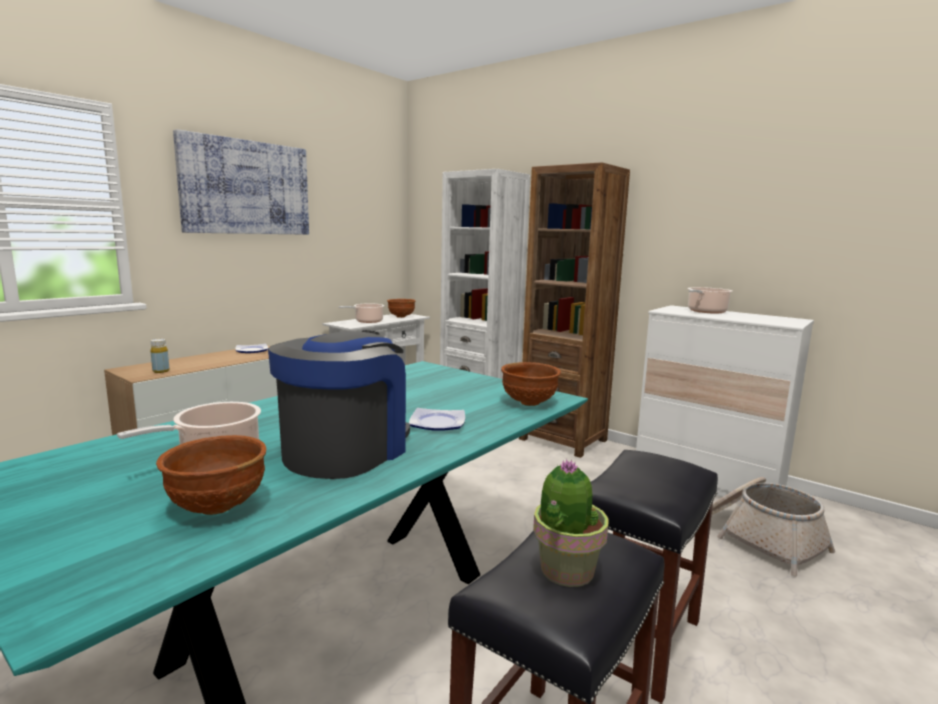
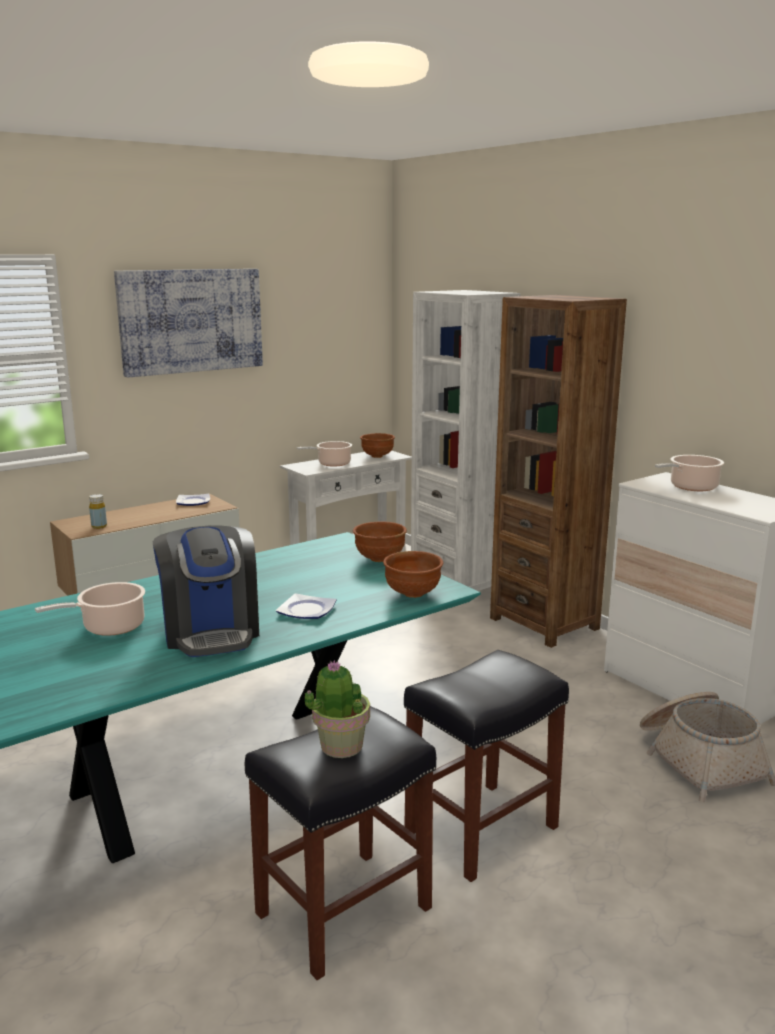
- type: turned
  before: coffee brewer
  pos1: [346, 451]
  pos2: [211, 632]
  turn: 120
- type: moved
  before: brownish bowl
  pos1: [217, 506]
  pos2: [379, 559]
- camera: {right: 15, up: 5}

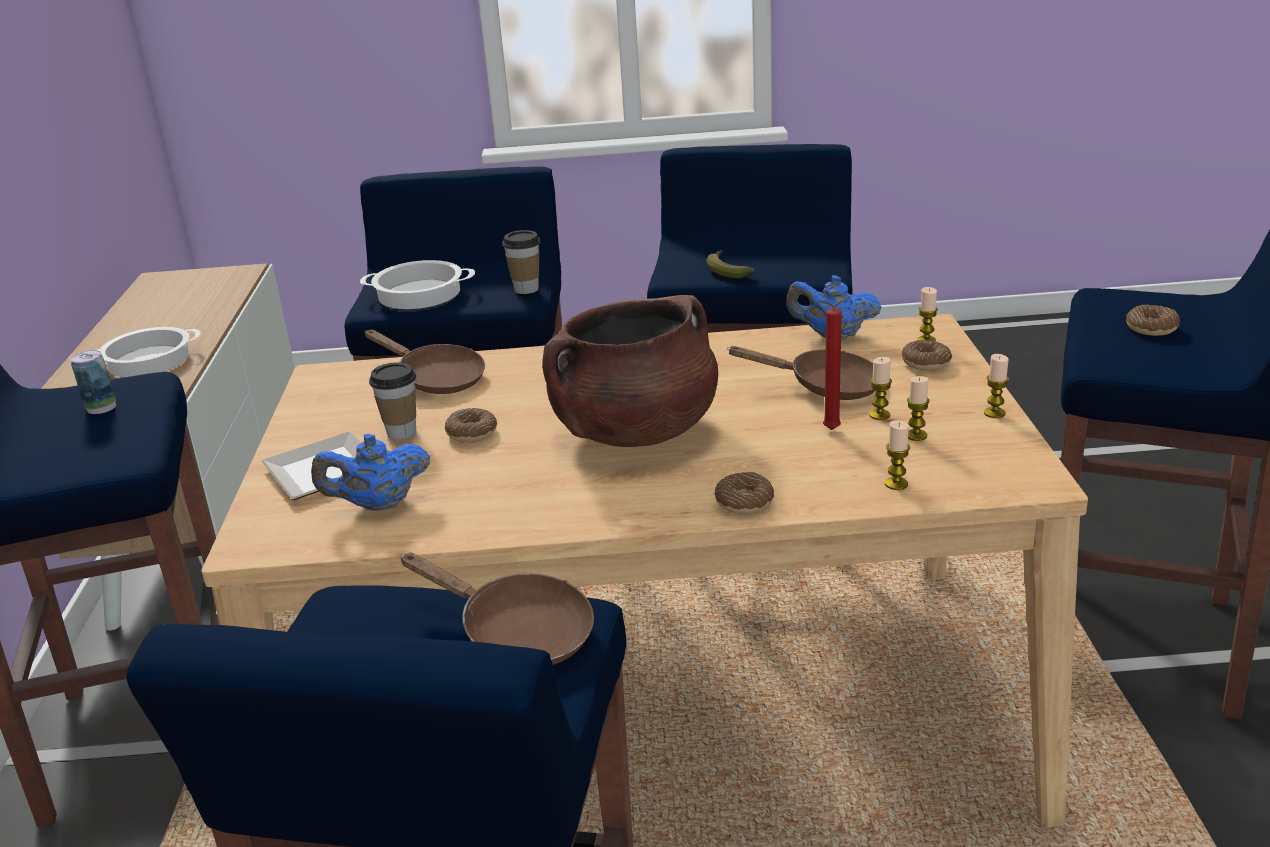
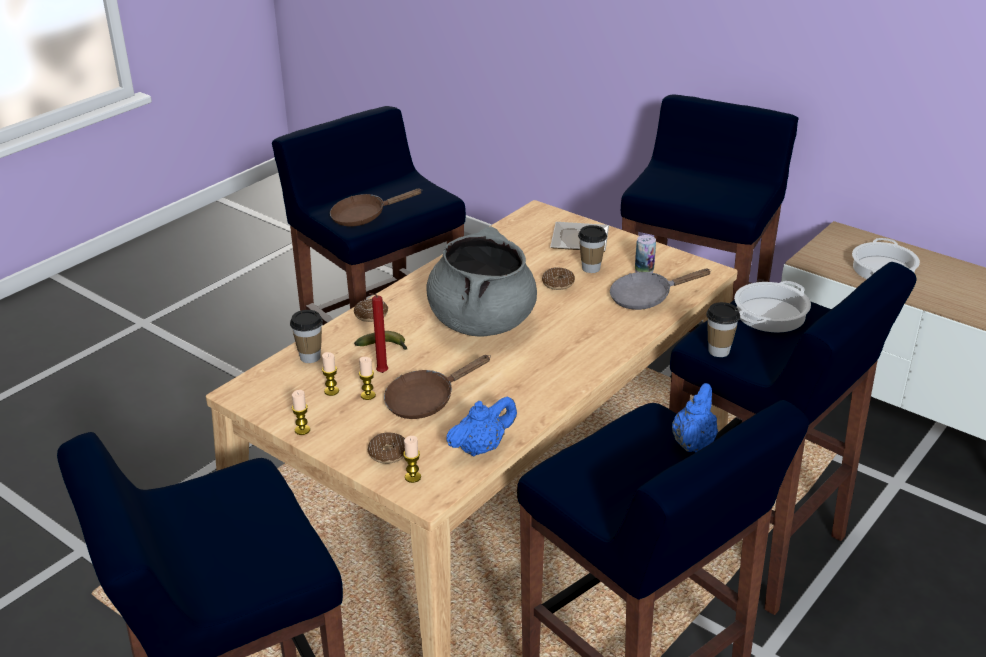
- type: replaced
  before: wax light
  after: drinking cup
  pos1: [896, 484]
  pos2: [310, 357]
- type: moved
  before: banana
  pos1: [727, 270]
  pos2: [385, 347]
- type: recoloured
  before: brownish stockpot
  after: gray stockpot
  pos1: [635, 431]
  pos2: [482, 322]
- type: recoloured
  before: brownish pan
  after: gray pan
  pos1: [436, 379]
  pos2: [646, 298]
- type: moved
  before: sealed can
  pos1: [101, 407]
  pos2: [644, 271]
- type: moved
  before: bluish teapot
  pos1: [379, 505]
  pos2: [693, 442]
- type: removed
  before: ring doughnut
  pos1: [1151, 328]
- camera: {right: 130, up: 5}

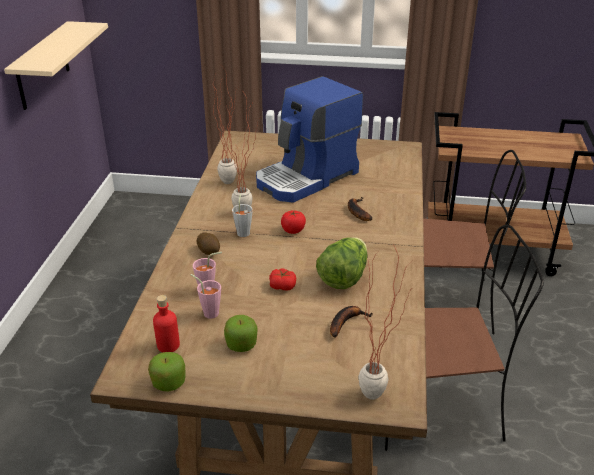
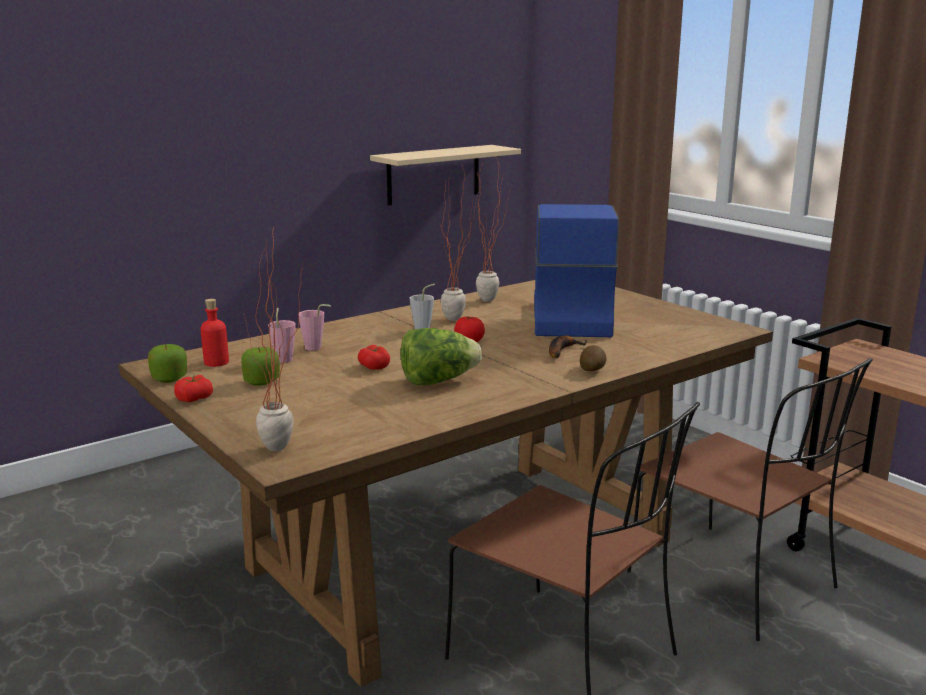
- type: added
  after: tomato
  pos2: [194, 398]
- type: turned
  before: coffee brewer
  pos1: [307, 178]
  pos2: [569, 318]
  turn: 90
- type: moved
  before: spud
  pos1: [209, 251]
  pos2: [592, 370]
- type: removed
  before: banana
  pos1: [346, 322]
- camera: {right: 45, up: -15}

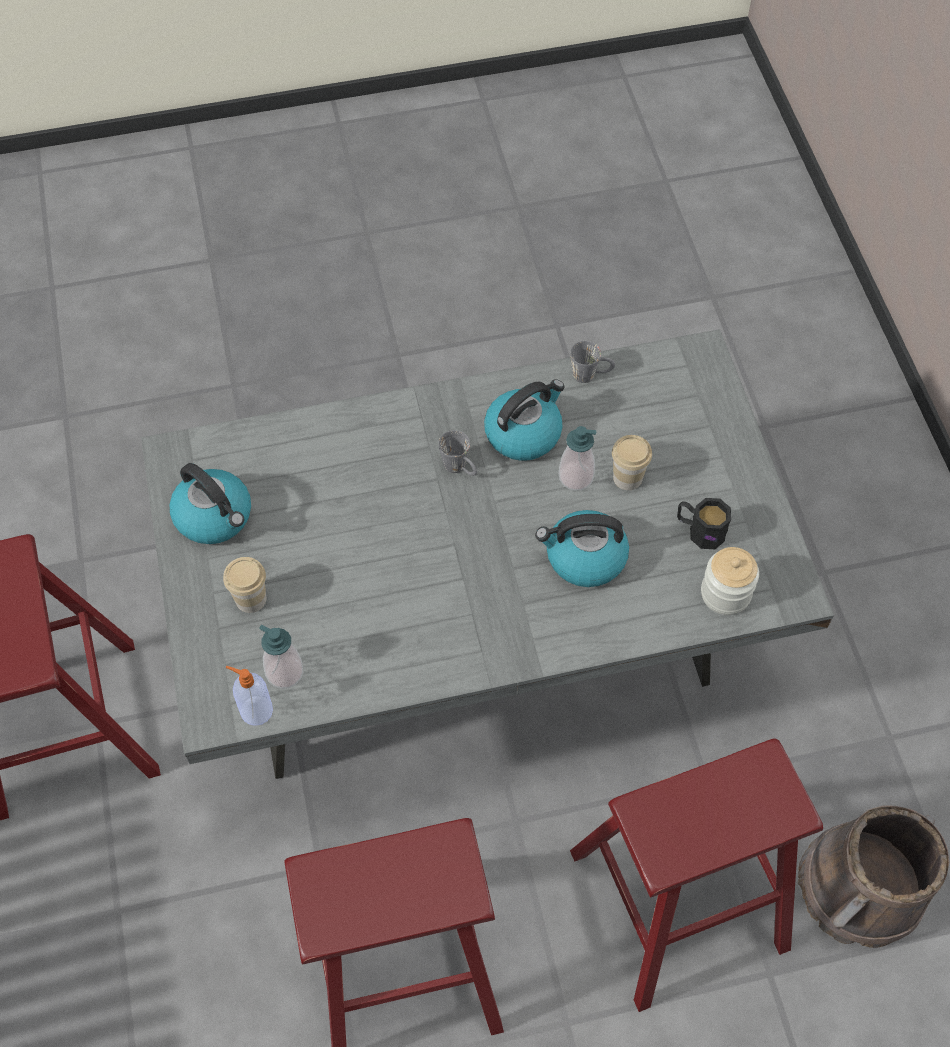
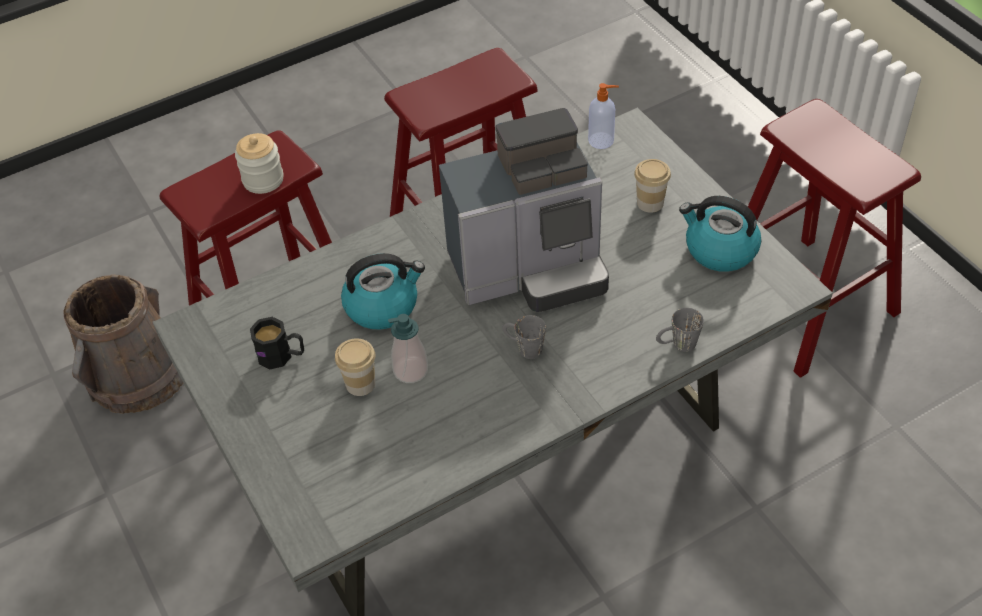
- type: moved
  before: preserve jar
  pos1: [725, 593]
  pos2: [263, 180]
- type: added
  after: coffee brewer
  pos2: [530, 269]
- type: moved
  before: gray tea mug
  pos1: [591, 374]
  pos2: [677, 345]
- type: removed
  before: soap dispenser
  pos1: [284, 672]
- type: removed
  before: kettle
  pos1: [524, 433]
- camera: {right: 165, up: -10}

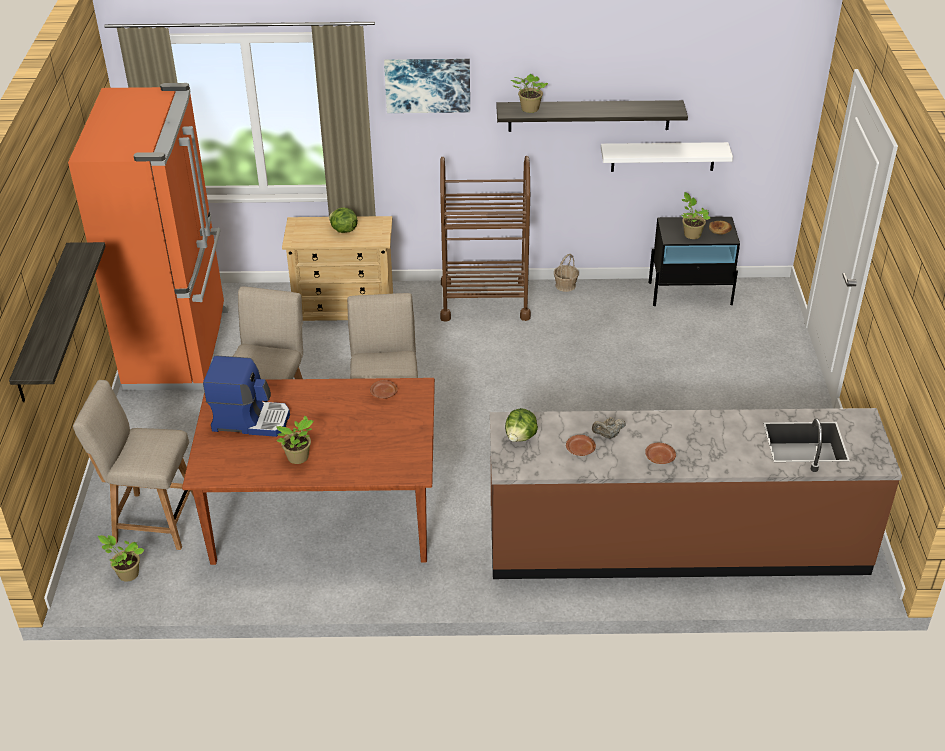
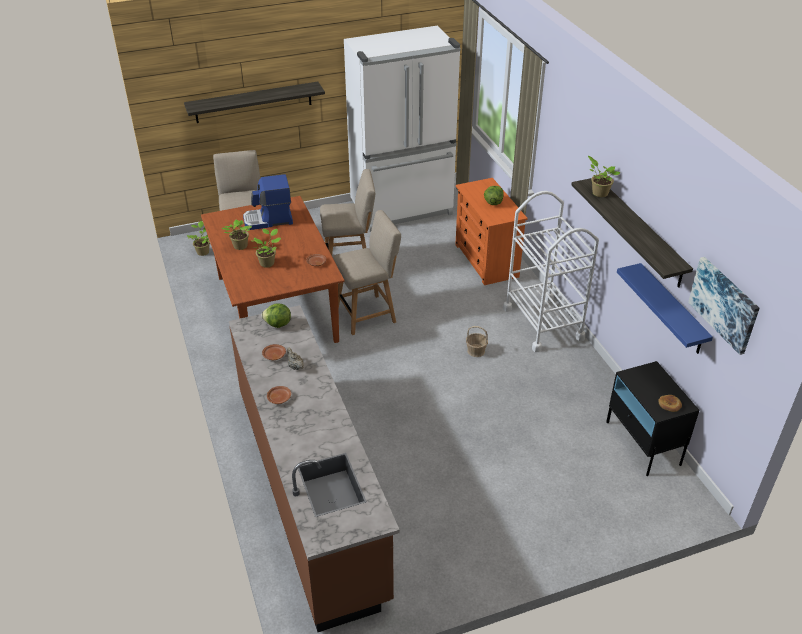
- type: turned
  before: coffee brewer
  pos1: [251, 419]
  pos2: [268, 220]
  turn: 90
- type: moved
  before: potted plant
  pos1: [691, 234]
  pos2: [268, 263]
- type: recoloured
  before: orange fridge
  after: white-coloured fridge
  pos1: [180, 348]
  pos2: [403, 209]
- type: recoloured
  before: sand-coloured drawer chest
  after: orange drawer chest
  pos1: [345, 309]
  pos2: [486, 261]
- type: moved
  before: storage basket
  pos1: [565, 285]
  pos2: [476, 351]
- type: recoloured
  before: brownish cart
  after: white-coloured cart
  pos1: [484, 300]
  pos2: [543, 323]
- type: recoloured
  before: white-coloured shelf
  after: bluish shelf
  pos1: [663, 156]
  pos2: [672, 310]
- type: moved
  before: wall art
  pos1: [427, 84]
  pos2: [724, 304]
- camera: {right: 70, up: 0}

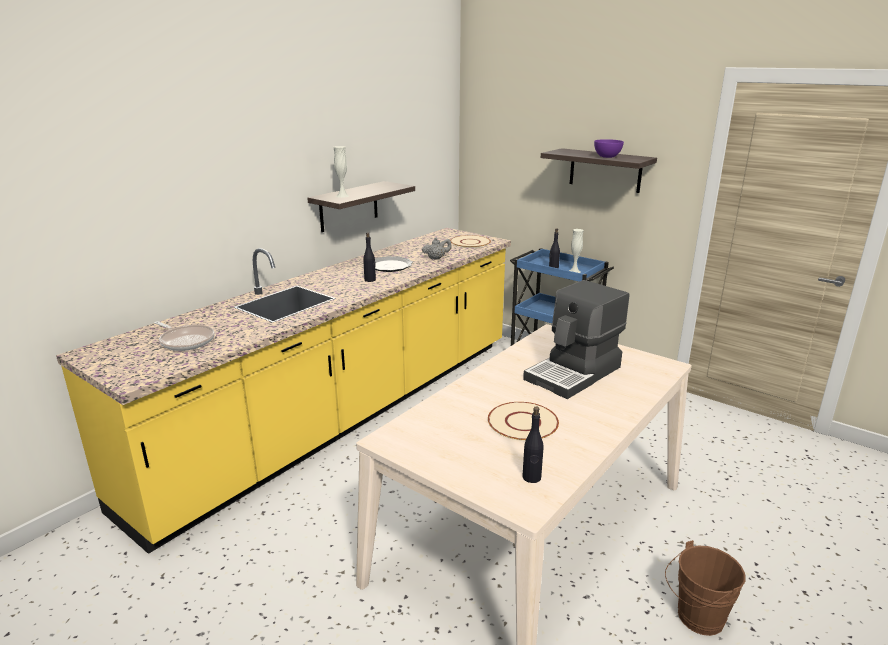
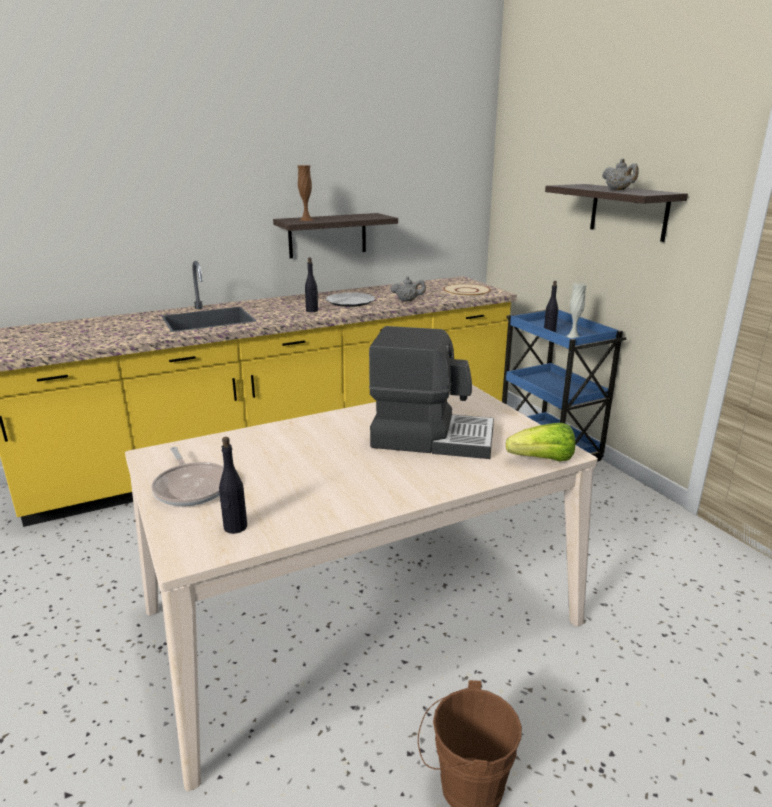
- type: moved
  before: pan
  pos1: [186, 341]
  pos2: [191, 487]
- type: recoloured
  before: white-coloured vase
  after: brownish vase
  pos1: [342, 196]
  pos2: [306, 220]
- type: turned
  before: coffee brewer
  pos1: [574, 373]
  pos2: [432, 437]
  turn: -150
- type: added
  after: head of lettuce
  pos2: [542, 460]
- type: replaced
  before: purple-coloured bowl
  after: gray teapot
  pos1: [607, 157]
  pos2: [618, 190]
- type: removed
  before: sand-coloured dinner plate
  pos1: [523, 423]
- camera: {right: 25, up: 0}

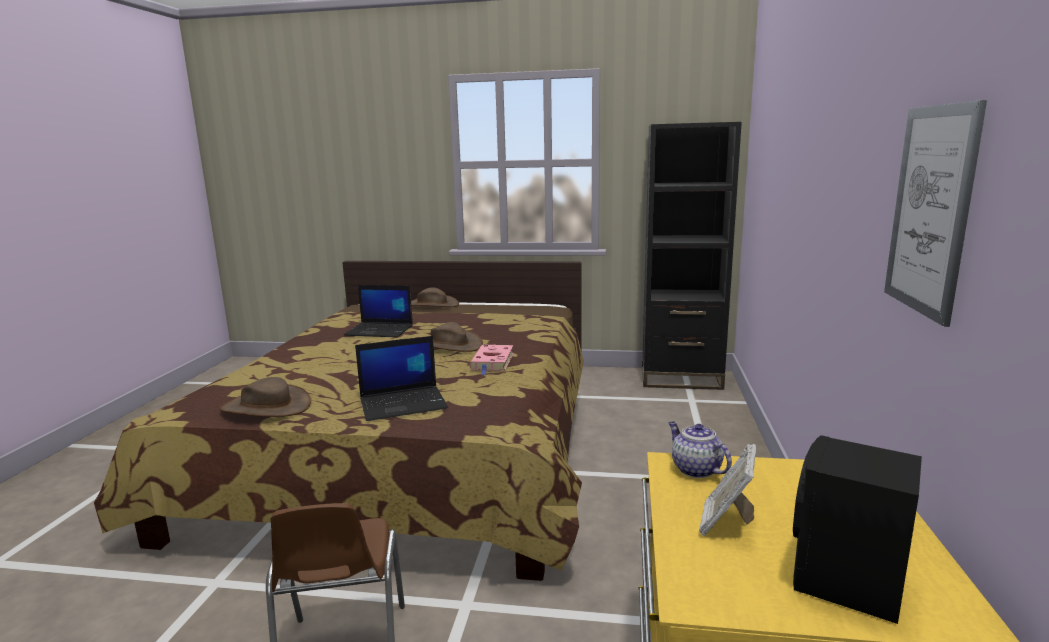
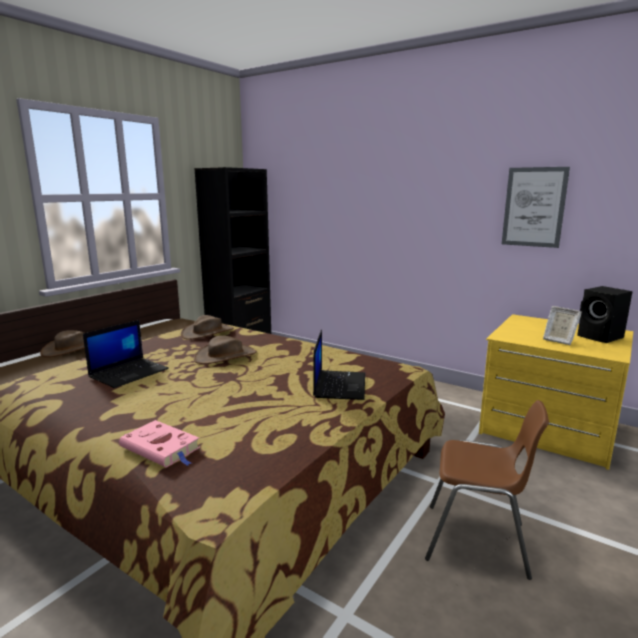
- type: moved
  before: pinkish bound book
  pos1: [492, 362]
  pos2: [162, 448]
- type: moved
  before: brownish clothing hat
  pos1: [266, 407]
  pos2: [207, 332]
- type: removed
  before: teapot
  pos1: [695, 469]
- camera: {right: -65, up: 0}

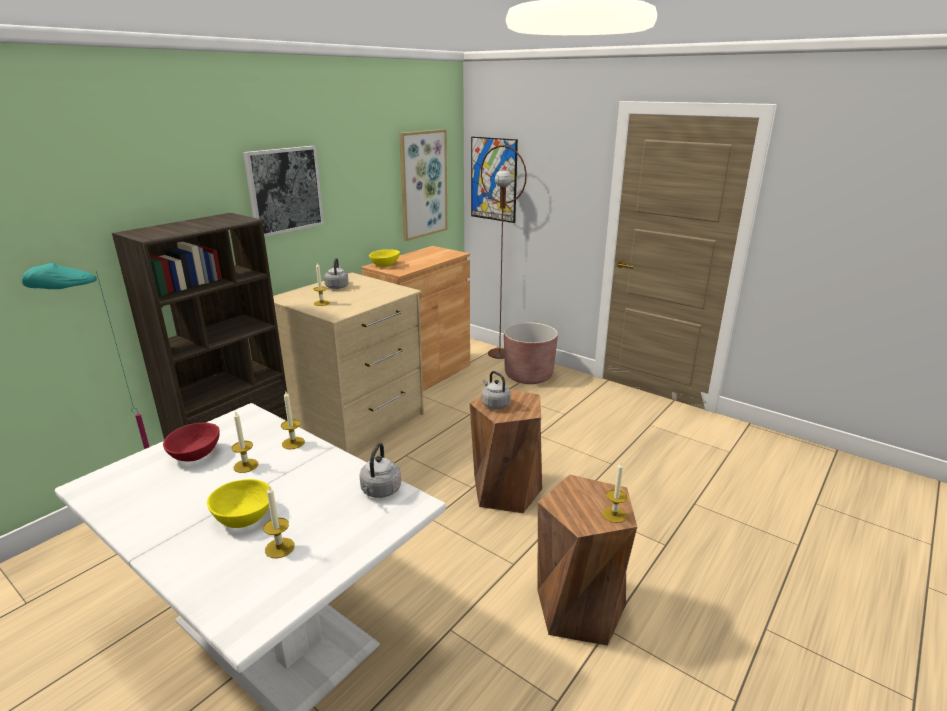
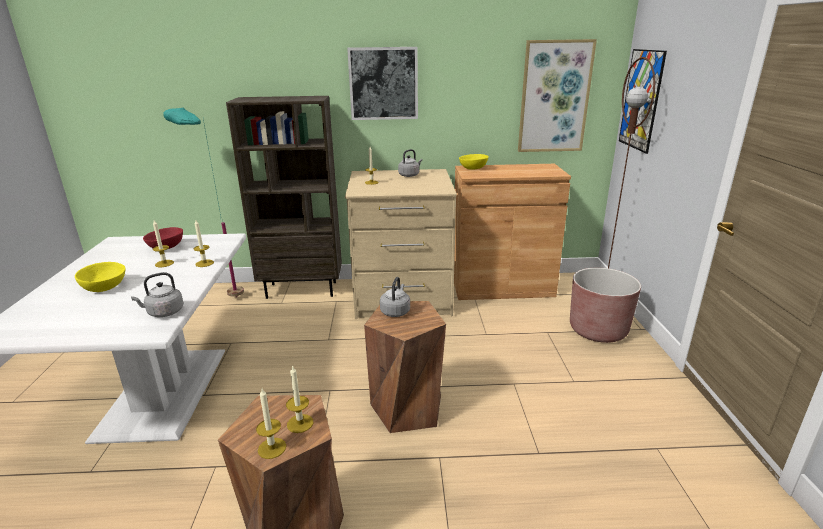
- type: moved
  before: wax light
  pos1: [279, 548]
  pos2: [300, 423]
- camera: {right: 50, up: 0}

